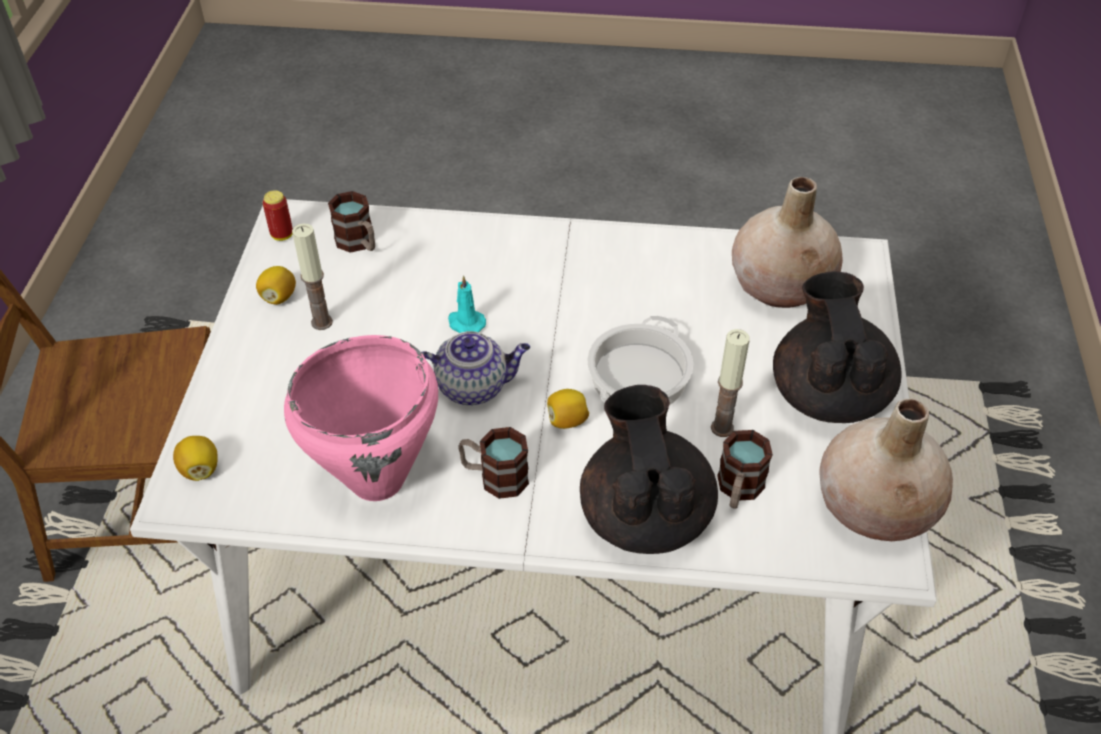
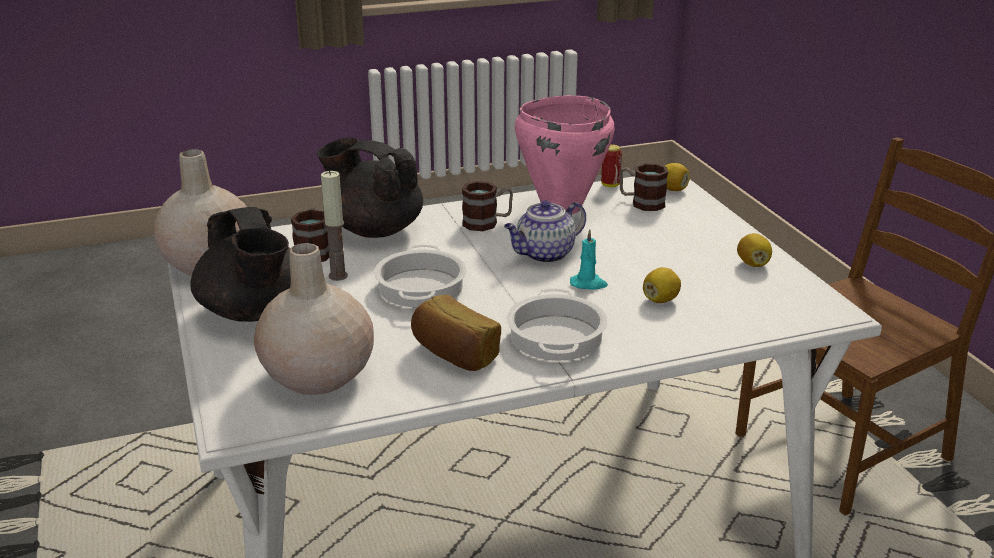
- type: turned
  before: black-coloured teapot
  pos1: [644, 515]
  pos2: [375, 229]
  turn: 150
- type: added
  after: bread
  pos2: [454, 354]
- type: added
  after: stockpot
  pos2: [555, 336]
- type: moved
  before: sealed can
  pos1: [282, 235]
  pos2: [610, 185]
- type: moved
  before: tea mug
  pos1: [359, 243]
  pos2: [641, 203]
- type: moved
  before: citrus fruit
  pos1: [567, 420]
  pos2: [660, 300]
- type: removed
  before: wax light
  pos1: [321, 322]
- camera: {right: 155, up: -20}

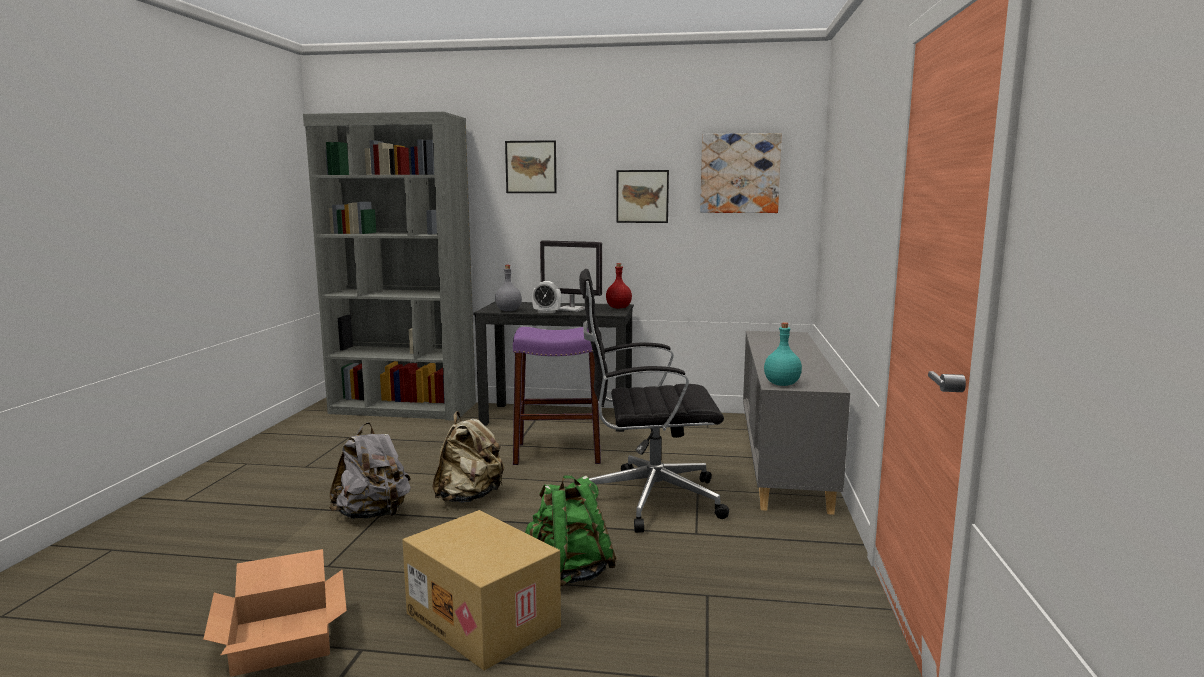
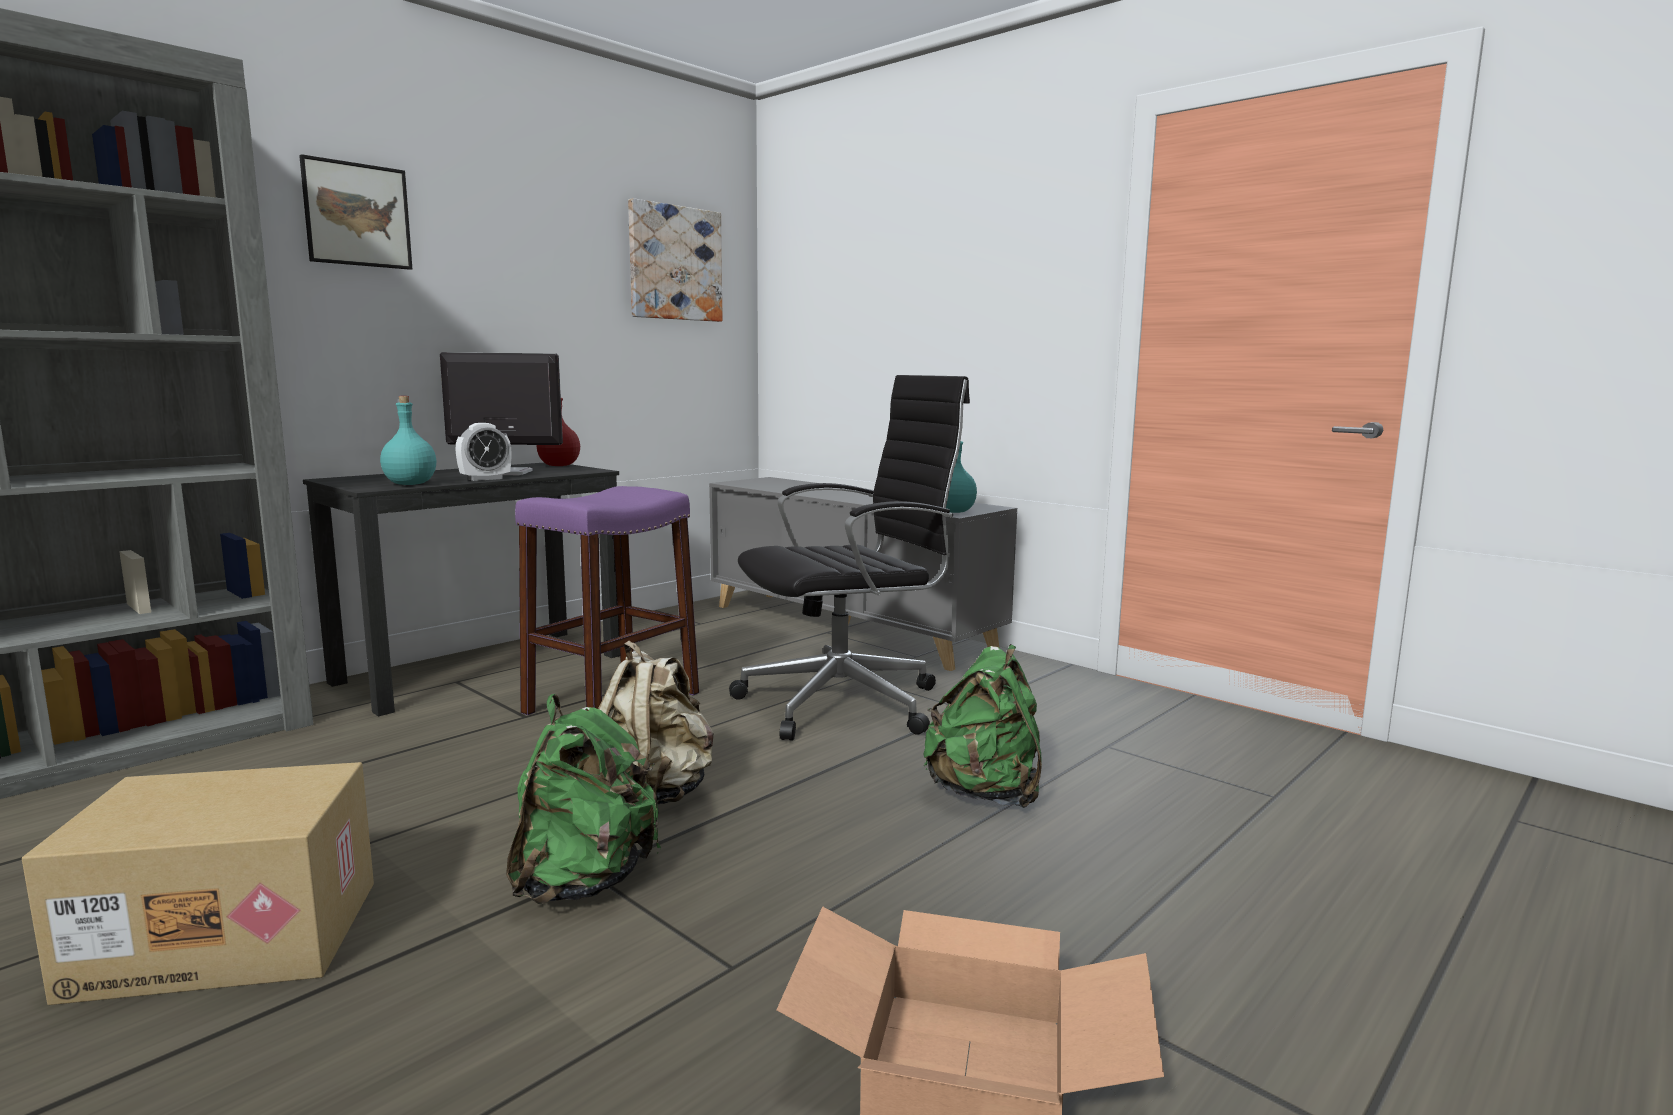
- type: moved
  before: carton
  pos1: [485, 619]
  pos2: [232, 936]
- type: recoloured
  before: gray bottle
  after: turquoise-coloured bottle
  pos1: [508, 310]
  pos2: [411, 484]
- type: turned
  before: monitor
  pos1: [572, 309]
  pos2: [505, 473]
  turn: -150
- type: recoloured
  before: gray knapsack
  after: green knapsack
  pos1: [373, 515]
  pos2: [584, 881]
- type: turned
  before: black-coloured computer chair
  pos1: [648, 499]
  pos2: [847, 703]
  turn: -150
- type: removed
  before: wall art
  pos1: [642, 196]
- camera: {right: -55, up: 0}

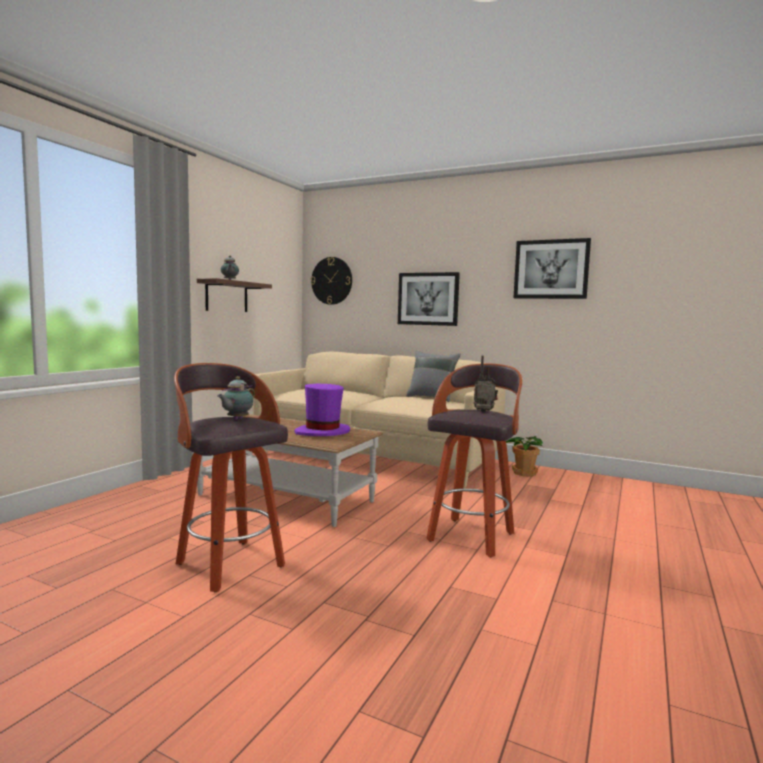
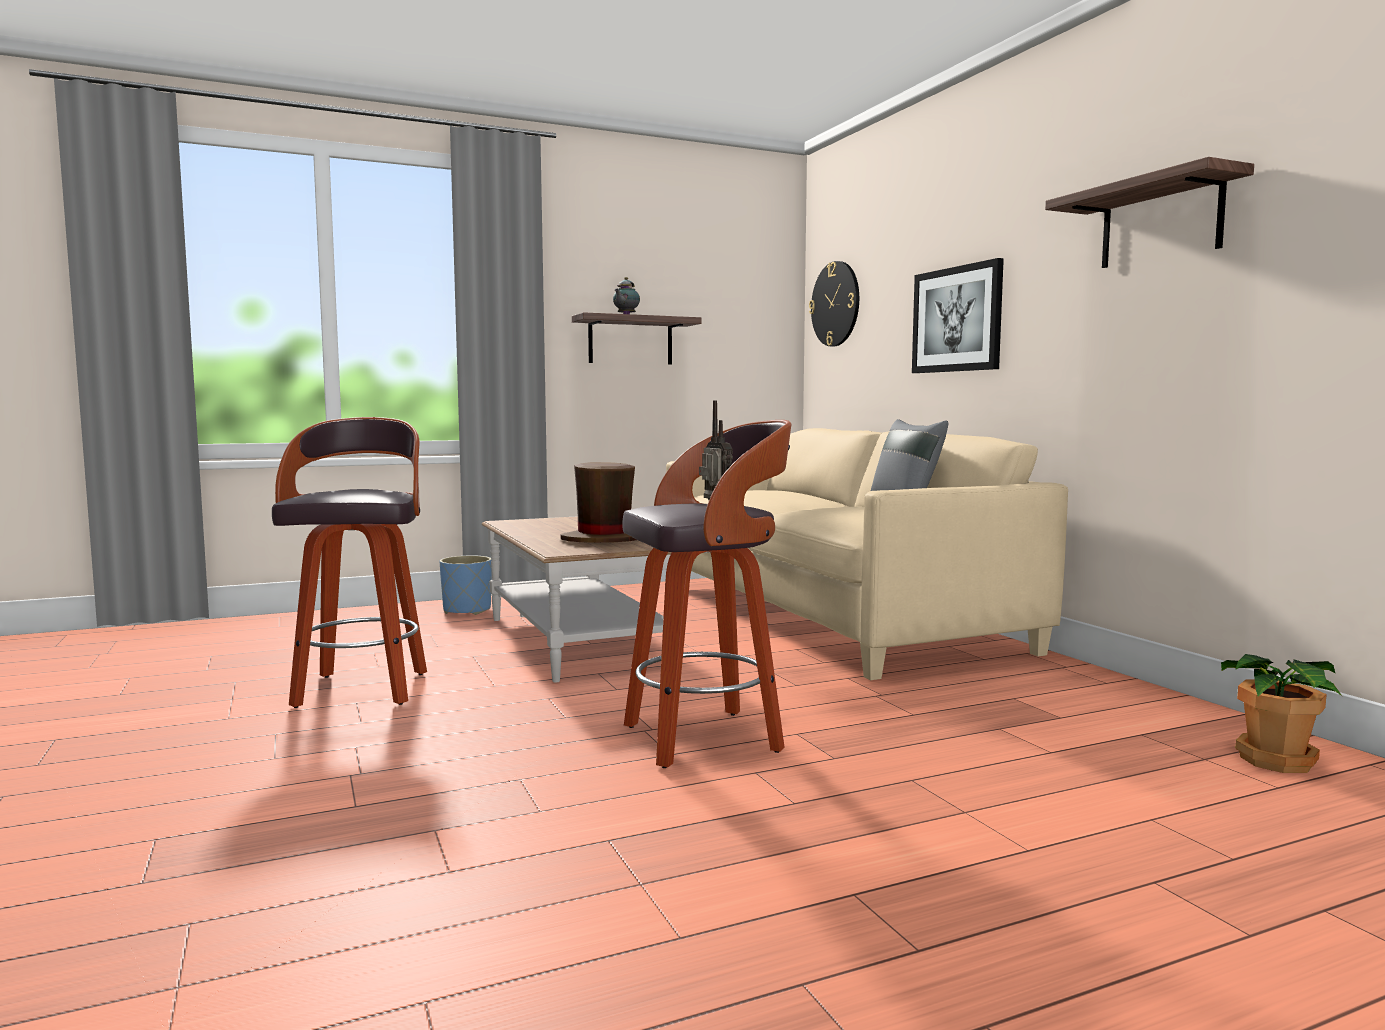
- type: added
  after: bluish flower pot
  pos2: [467, 610]
- type: recoloured
  before: purple-coloured clothing hat
  after: brownish clothing hat
  pos1: [322, 432]
  pos2: [604, 540]
- type: replaced
  before: wall art
  after: shelf
  pos1: [551, 269]
  pos2: [1160, 222]
- type: moved
  before: potted plant
  pos1: [523, 473]
  pos2: [1274, 760]
- type: removed
  before: teapot
  pos1: [236, 419]
- camera: {right: 40, up: 0}

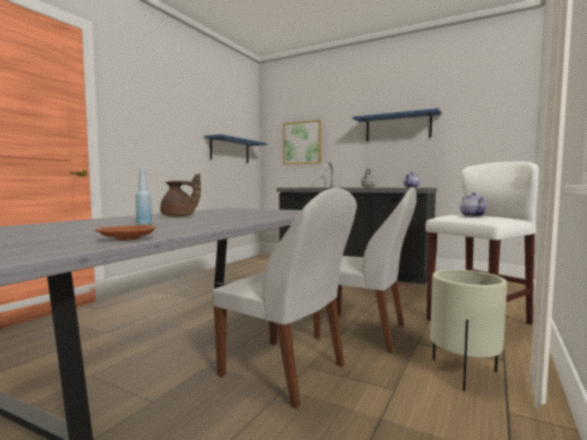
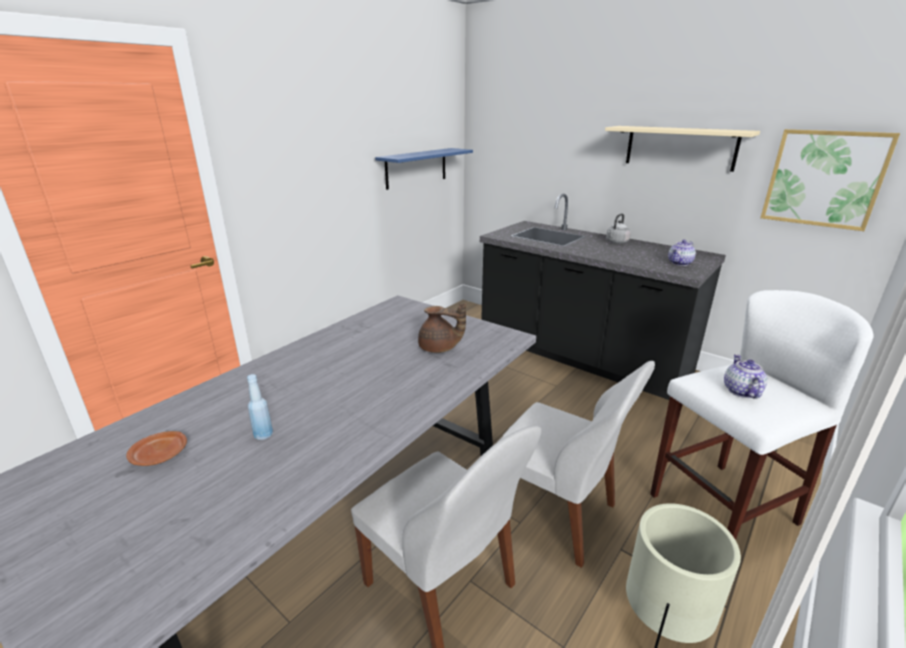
- type: moved
  before: brownish dinner plate
  pos1: [128, 239]
  pos2: [161, 456]
- type: moved
  before: brownish teapot
  pos1: [179, 216]
  pos2: [439, 348]
- type: recoloured
  before: bluish shelf
  after: sand-coloured shelf
  pos1: [397, 127]
  pos2: [680, 147]
- type: moved
  before: wall art
  pos1: [302, 143]
  pos2: [824, 179]
- camera: {right: 10, up: 20}

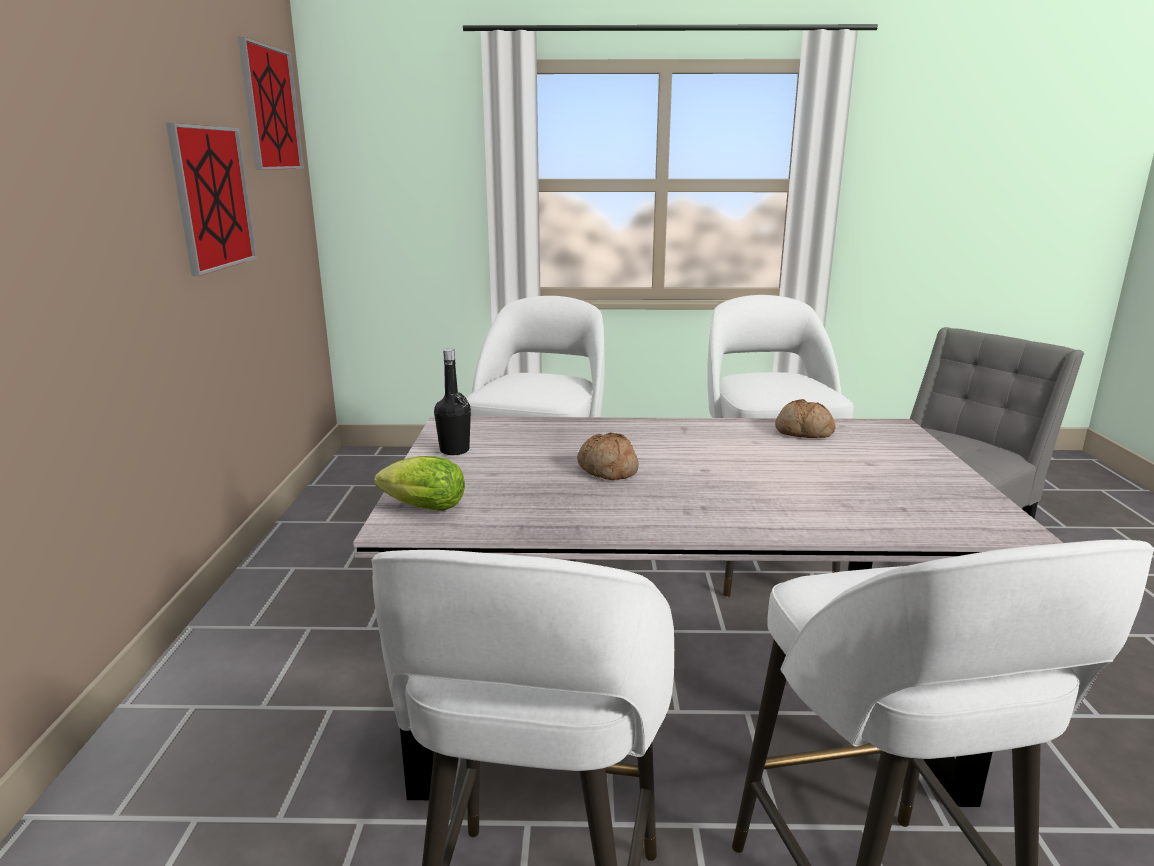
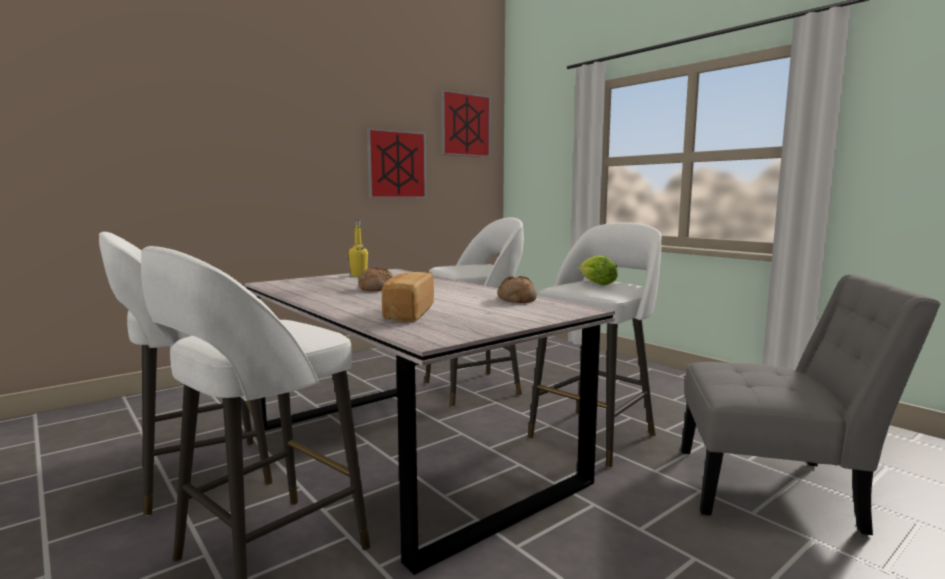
- type: recoloured
  before: black-coloured bottle
  after: yellow bottle
  pos1: [454, 450]
  pos2: [359, 275]
- type: added
  after: bread
  pos2: [407, 314]
- type: moved
  before: head of lettuce
  pos1: [420, 508]
  pos2: [595, 283]
- camera: {right: 50, up: -10}

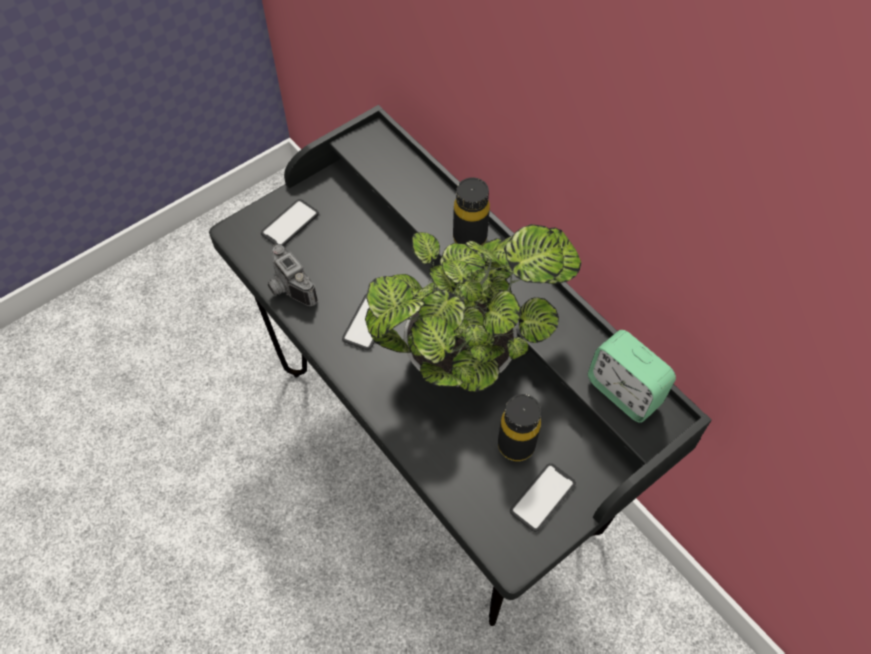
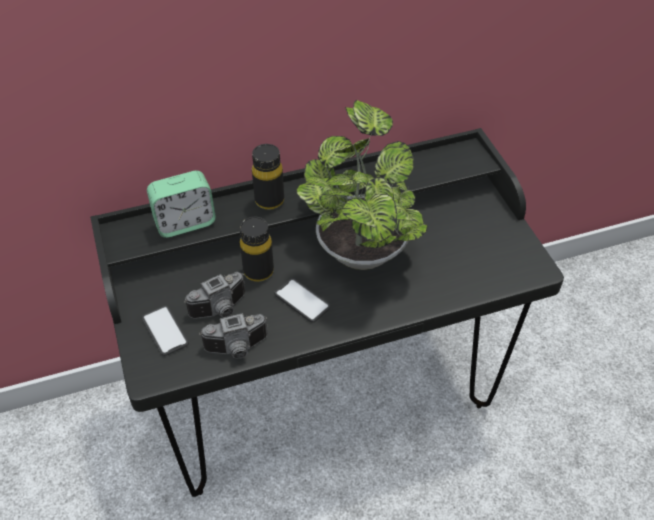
- type: moved
  before: alarm clock
  pos1: [624, 391]
  pos2: [185, 223]
- type: added
  after: still camera
  pos2: [221, 310]
- type: moved
  before: black-coloured bottle
  pos1: [516, 445]
  pos2: [258, 271]
- type: removed
  before: telephone
  pos1: [542, 497]
- camera: {right: -70, up: -10}

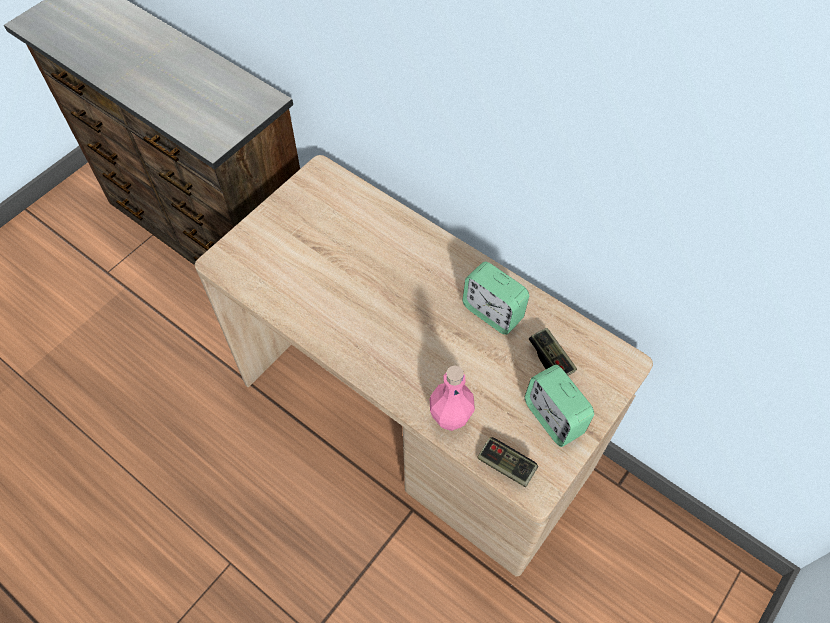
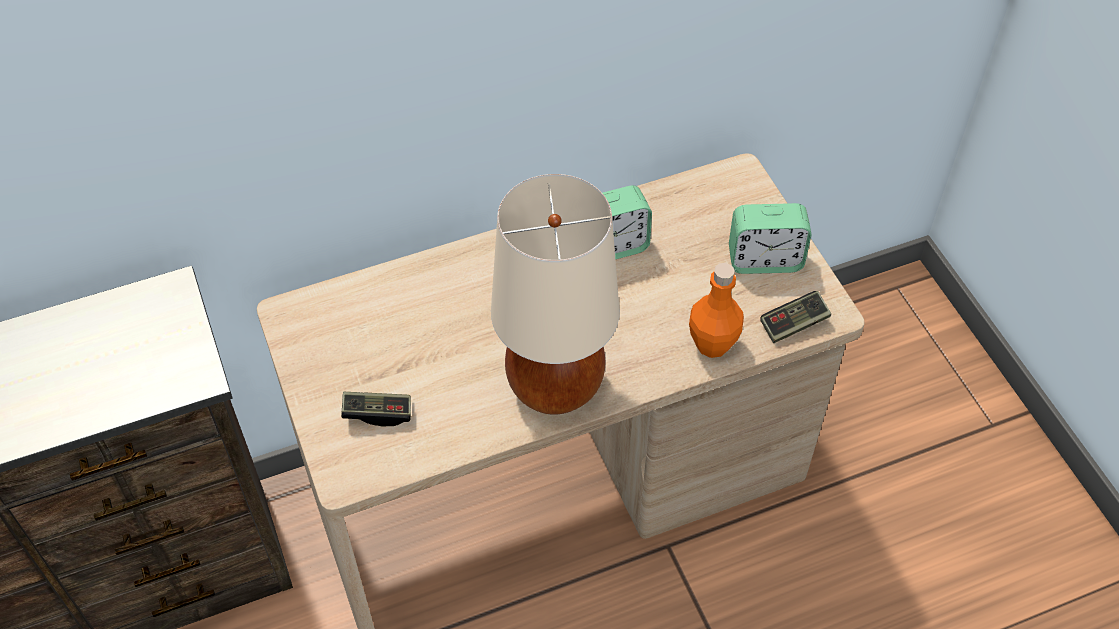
- type: moved
  before: joypad
  pos1: [551, 358]
  pos2: [377, 413]
- type: added
  after: sand-coloured table lamp
  pos2: [553, 386]
- type: recoloured
  before: pinkish bottle
  after: orange bottle
  pos1: [450, 418]
  pos2: [712, 344]
- camera: {right: -60, up: -5}

